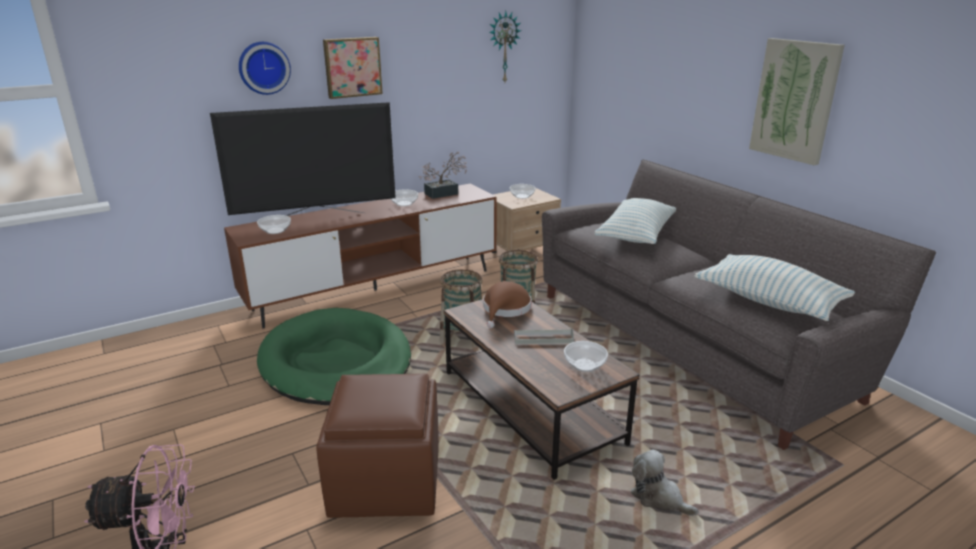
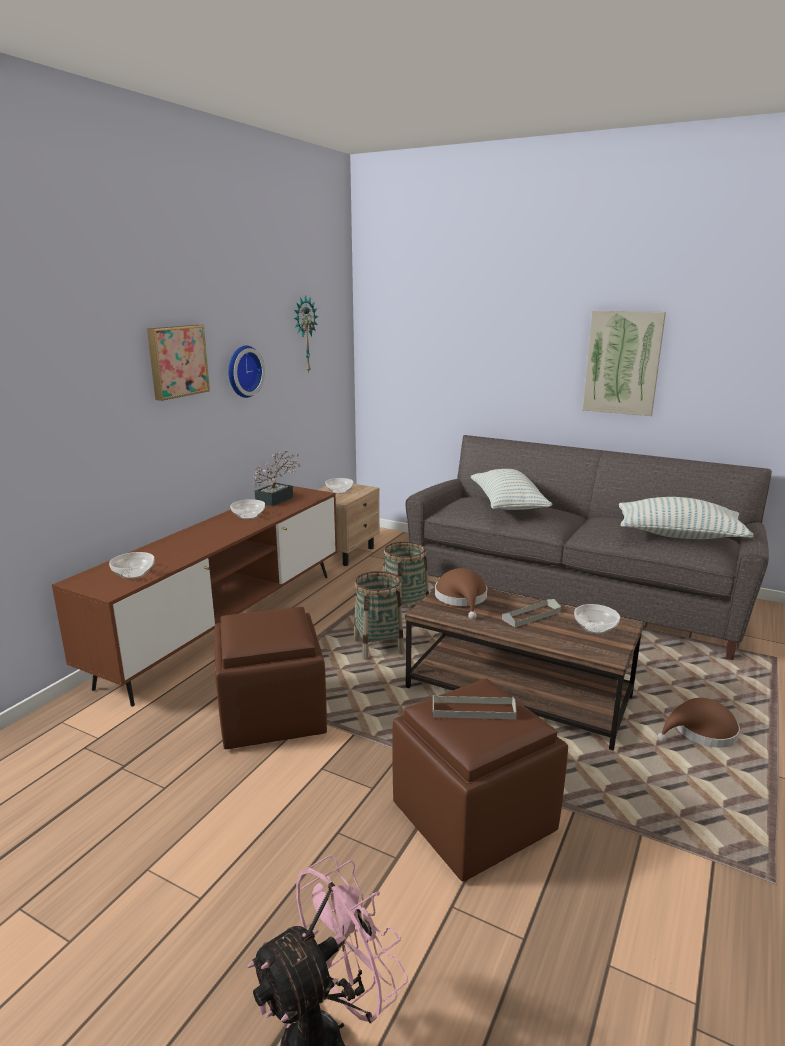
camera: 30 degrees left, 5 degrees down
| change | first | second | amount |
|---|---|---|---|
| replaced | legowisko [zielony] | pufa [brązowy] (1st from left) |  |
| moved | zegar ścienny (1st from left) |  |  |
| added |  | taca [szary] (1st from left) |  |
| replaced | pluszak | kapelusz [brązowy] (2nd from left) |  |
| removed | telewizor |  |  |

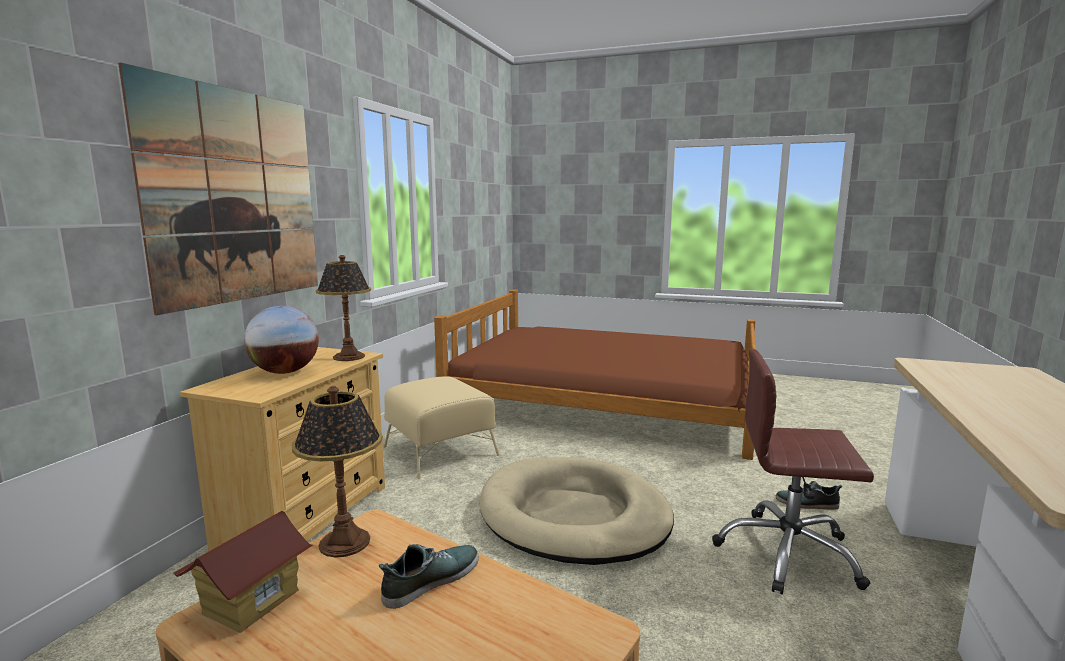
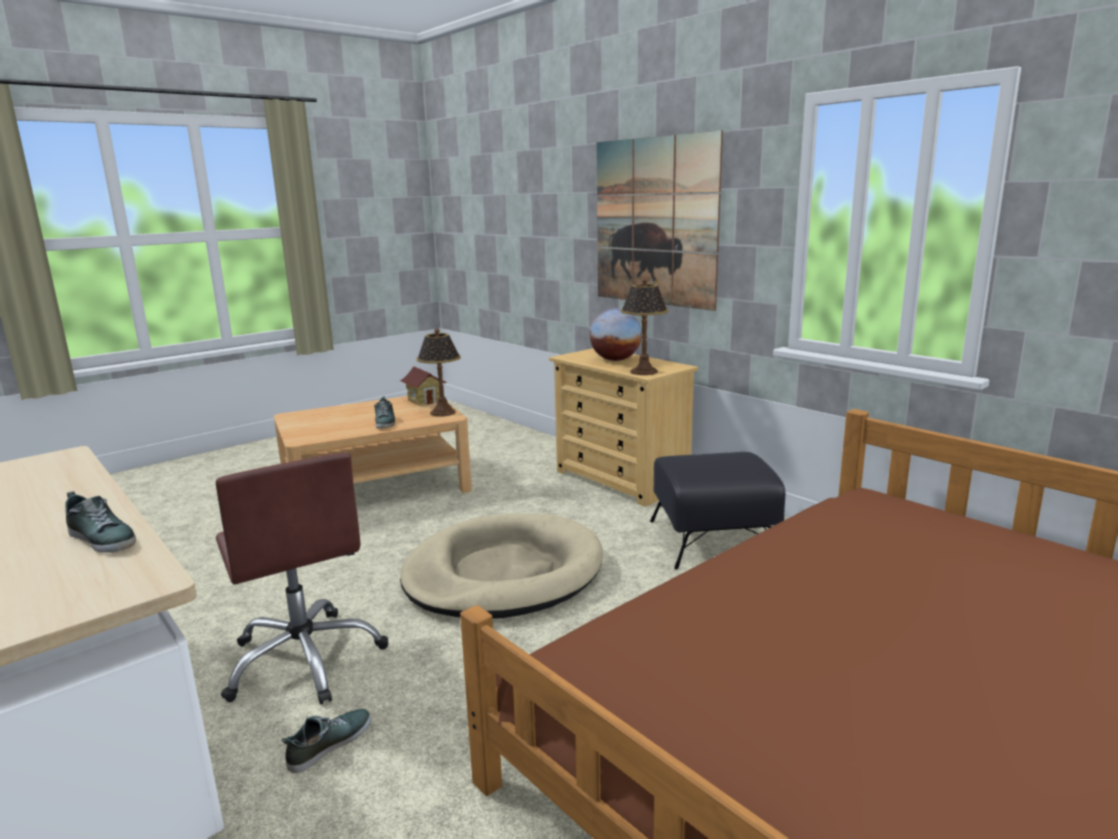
camera: 120 degrees right, 5 degrees up
| change | first | second | amount |
|---|---|---|---|
| added |  | but (1st from left) |  |
| turned | krzesło biurowe [brązowy] |  | 105 degrees clockwise |
| recoloured | pufa [beżowy] | pufa [czarny] |  |

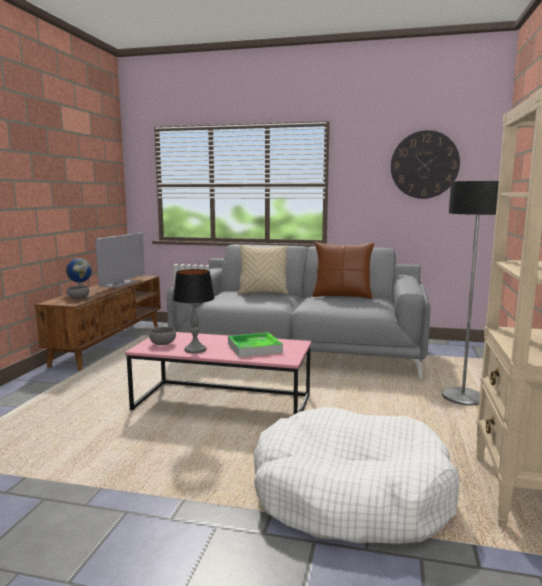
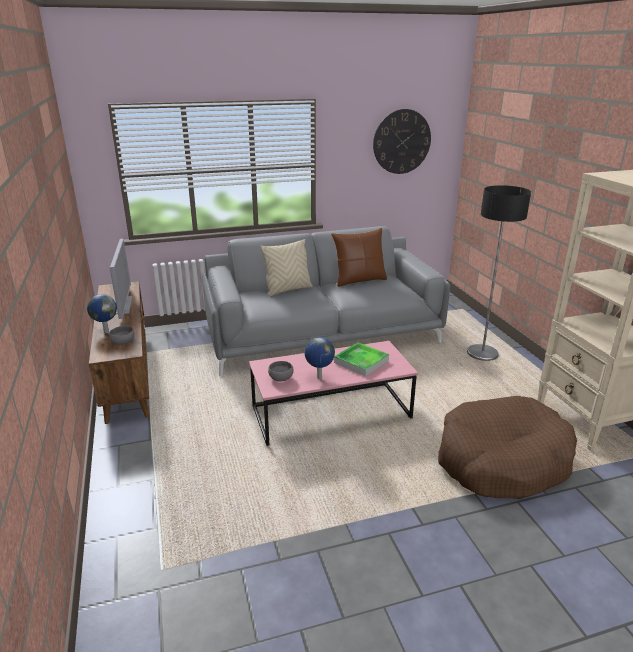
camera: 30 degrees left, 15 degrees up
| change | first | second | amount |
|---|---|---|---|
| replaced | lampa stołowa | globus (2nd from left) |  |
| recoloured | legowisko [biały] | legowisko [brązowy] |  |

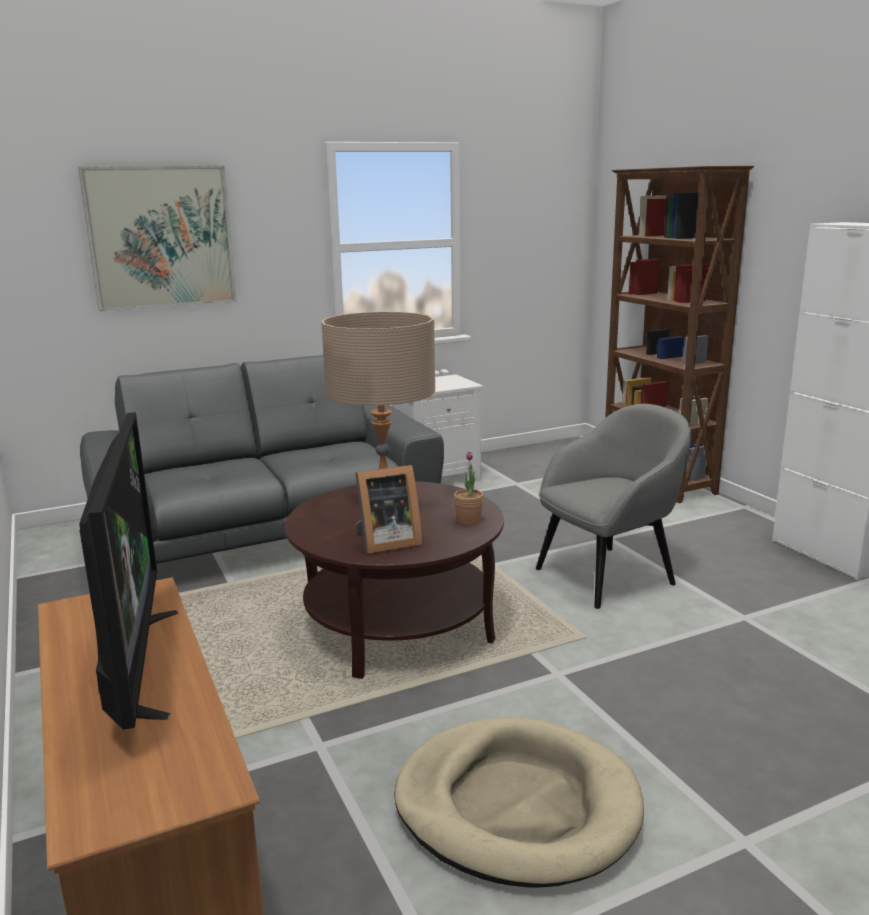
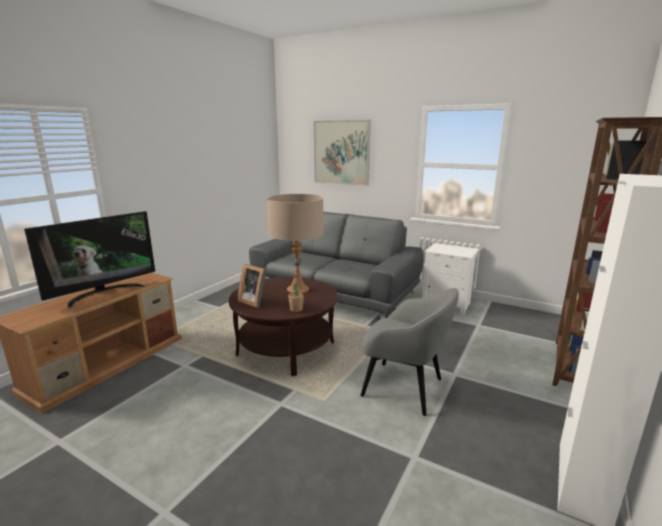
camera: 55 degrees right, 0 degrees up
| change | first | second | amount |
|---|---|---|---|
| removed | legowisko [beżowy] |  |  |

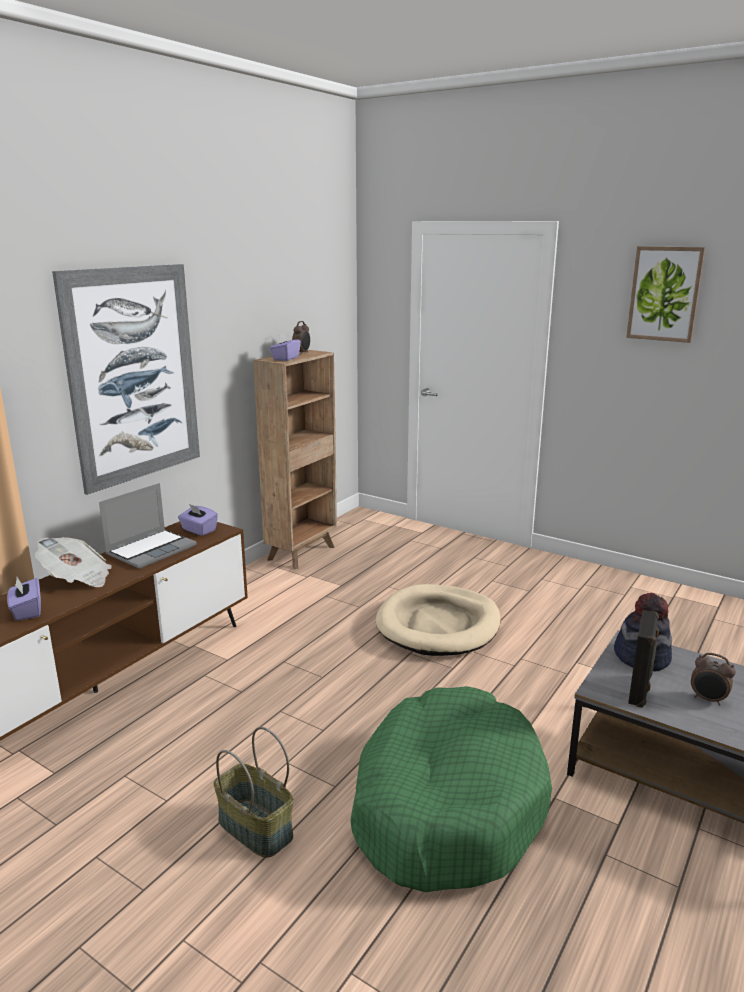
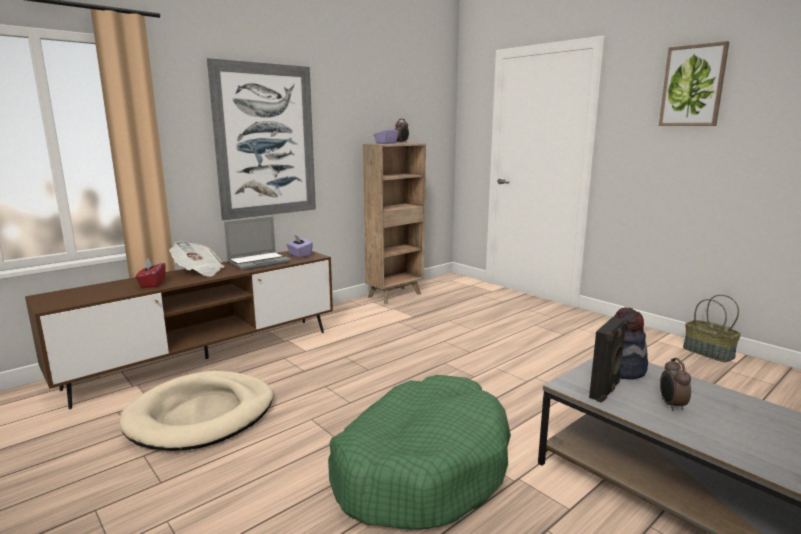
camera: 15 degrees right, 5 degrees down
| change | first | second | amount |
|---|---|---|---|
| moved | legowisko [beżowy] |  |  |
| recoloured | pudełko chusteczek [fioletowy] (1st from left) | pudełko chusteczek [czerwony] |  |
| turned | budzik (2nd from left) |  | 45 degrees clockwise |
| moved | koszyk |  |  |

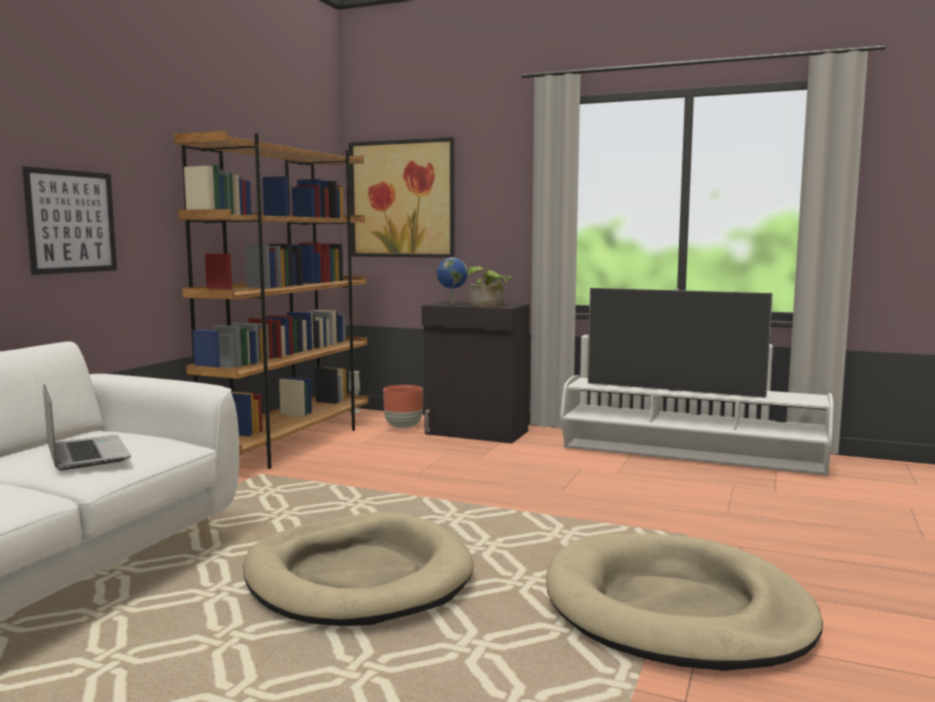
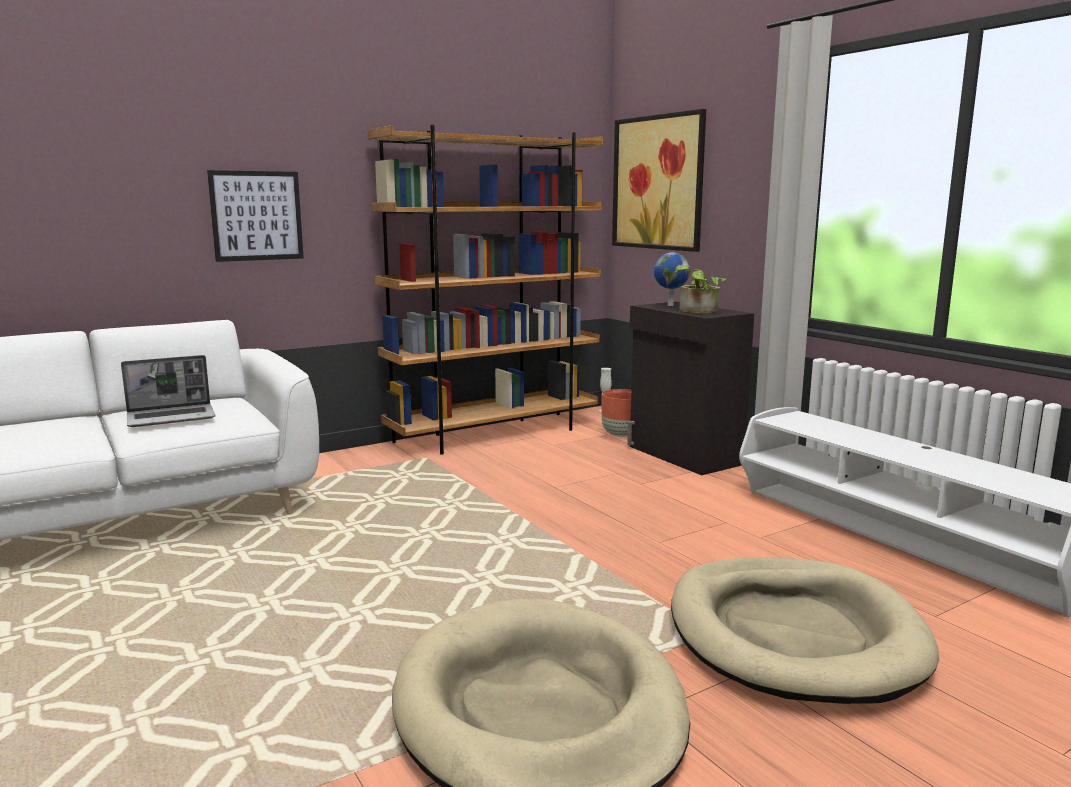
camera: 35 degrees right, 5 degrees up
| change | first | second | amount |
|---|---|---|---|
| turned | laptop |  | 60 degrees clockwise |
| moved | legowisko [beżowy] (1st from left in the first image) | legowisko [beżowy] (2nd from left) |  |
| removed | telewizor |  |  |

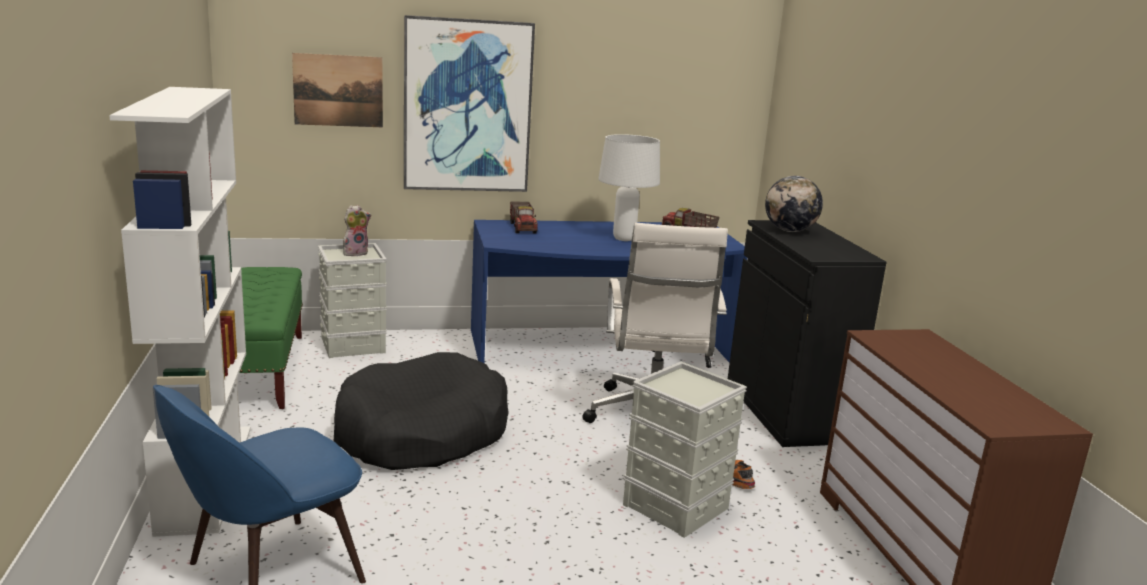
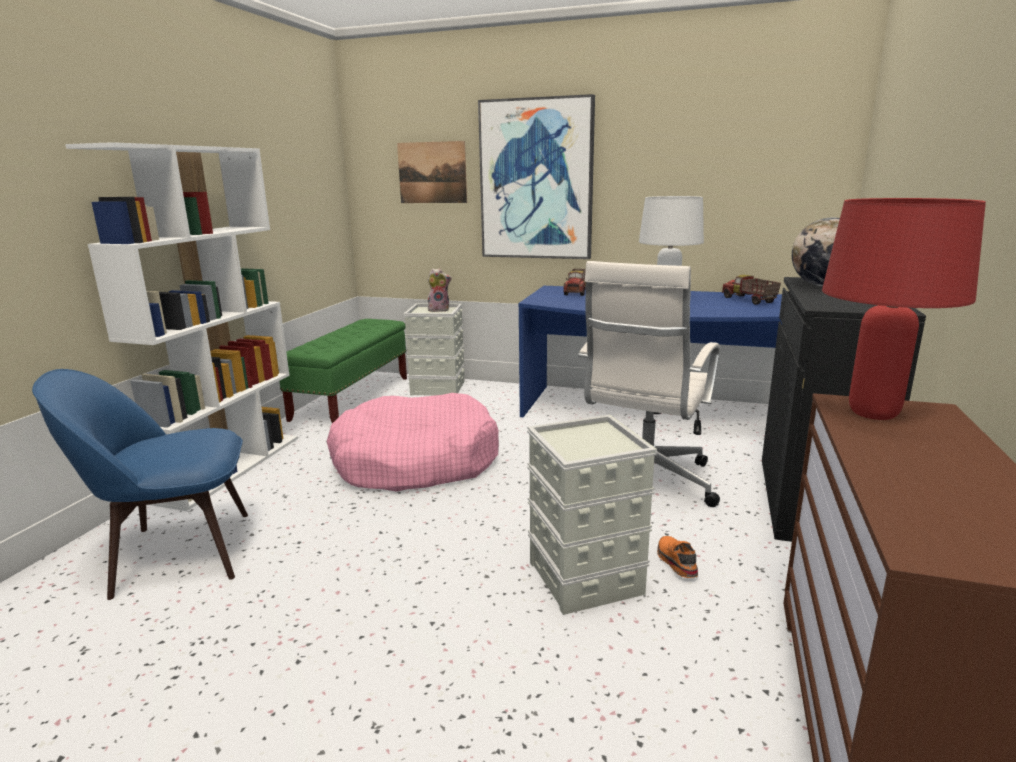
camera: 30 degrees right, 0 degrees up
| change | first | second | amount |
|---|---|---|---|
| recoloured | legowisko [czarny] | legowisko [różowy] |  |
| added |  | lampa stołowa [czerwony] |  |

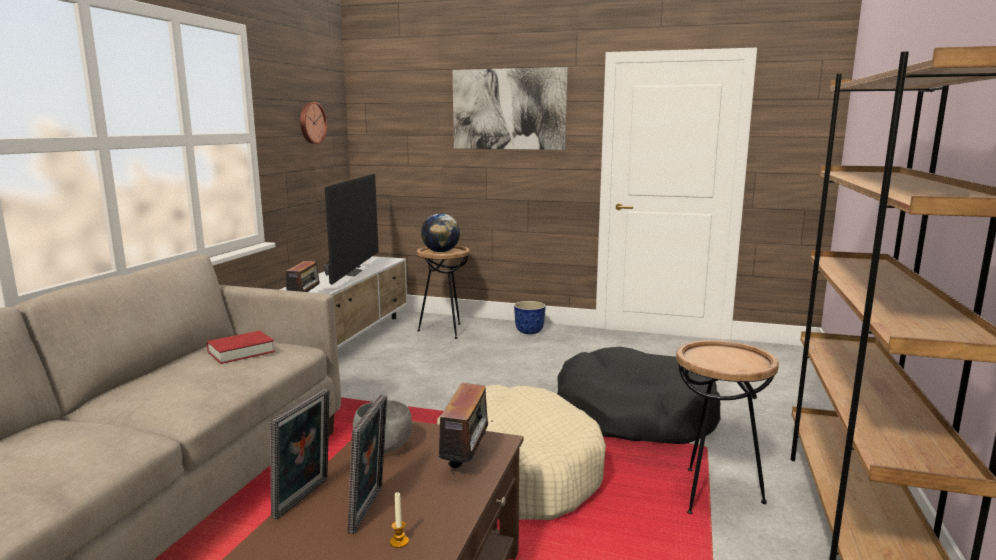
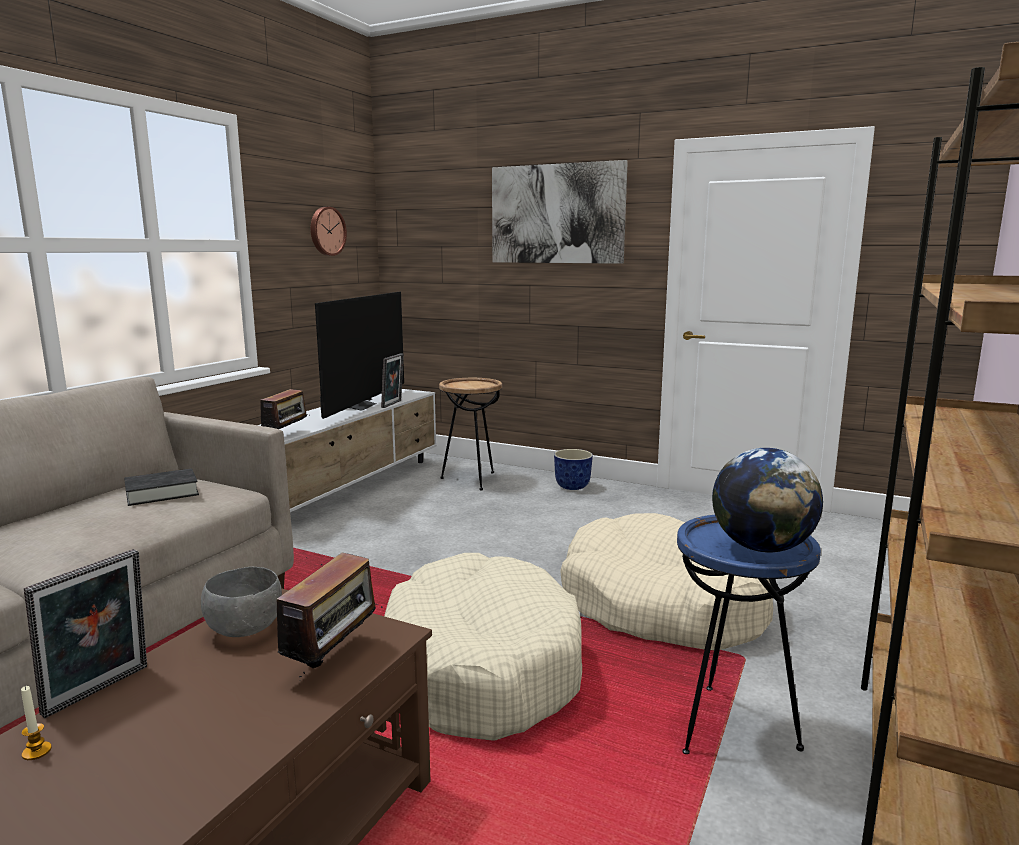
camera: 10 degrees right, 0 degrees up
| change | first | second | amount |
|---|---|---|---|
| moved | świeca |  |  |
| recoloured | książka [czerwony] | książka [czarny] |  |
| moved | ramka na zdjęcie (2nd from left) |  |  |
| recoloured | legowisko [czarny] | legowisko [beżowy] (2nd from left) |  |
| recoloured | stolik [brązowy] (2nd from left) | stolik [niebieski] |  |
| moved | globus |  |  |

